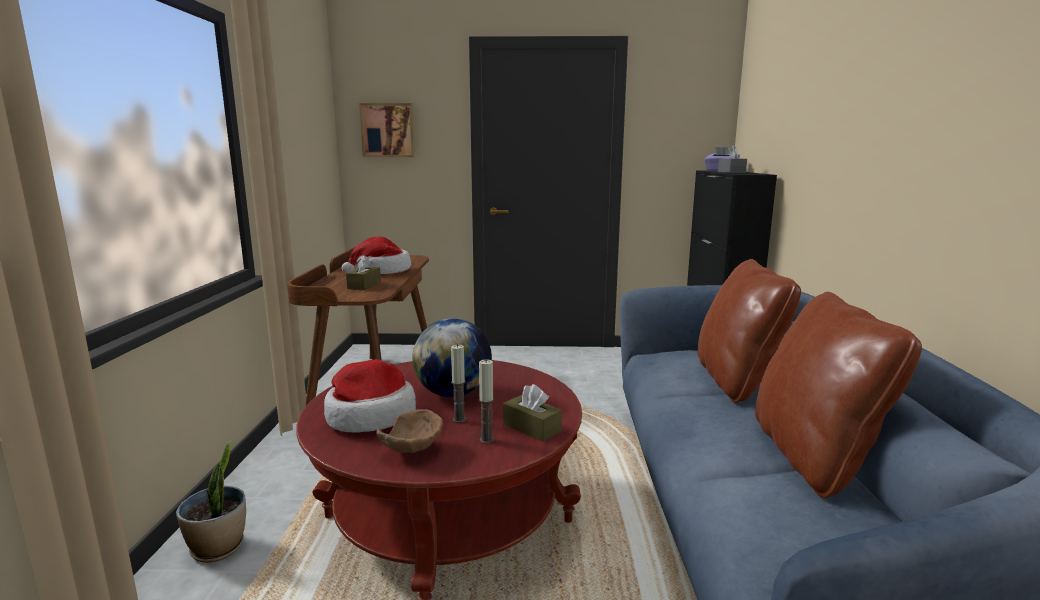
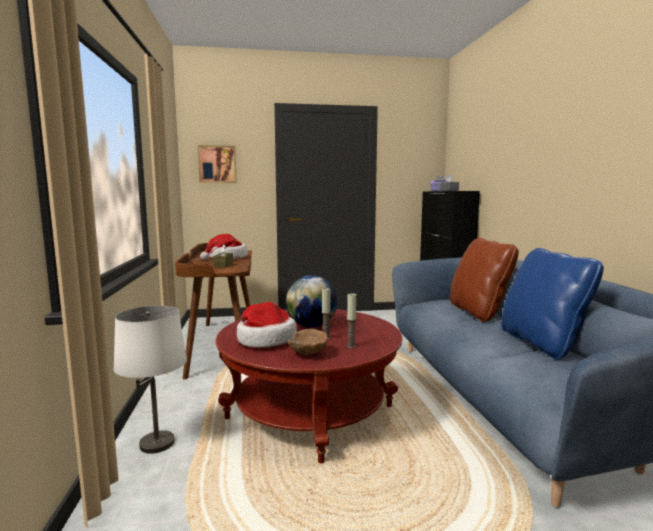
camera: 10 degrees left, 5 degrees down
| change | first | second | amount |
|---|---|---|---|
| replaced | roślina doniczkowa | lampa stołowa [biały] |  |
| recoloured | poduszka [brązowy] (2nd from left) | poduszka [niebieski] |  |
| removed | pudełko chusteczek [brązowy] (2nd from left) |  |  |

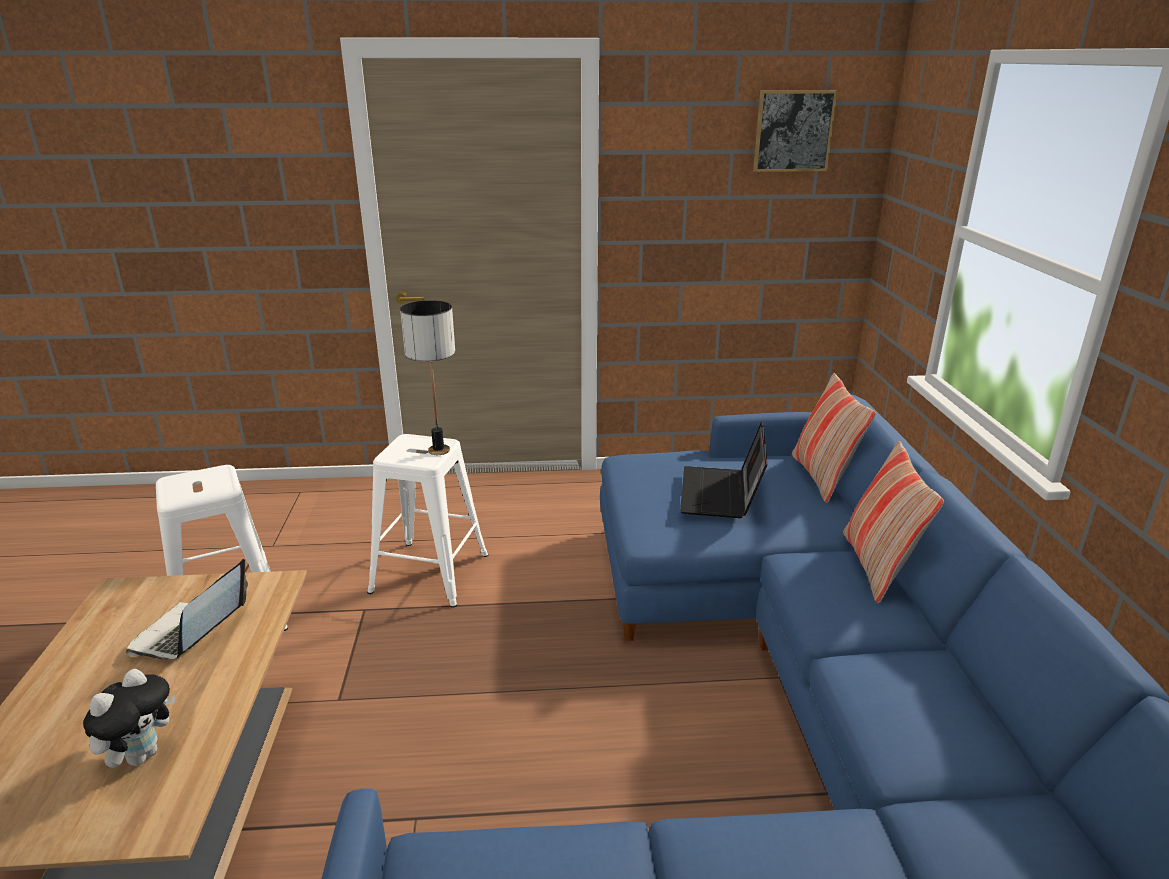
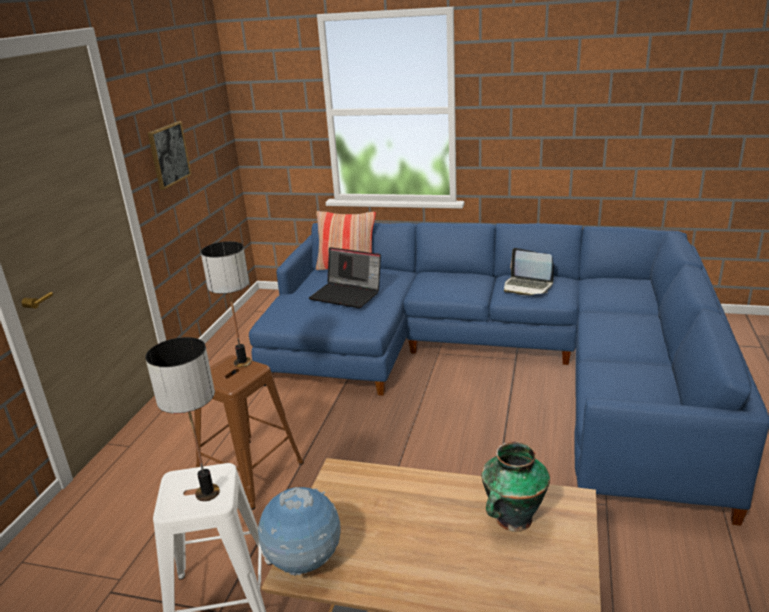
camera: 70 degrees left, 0 degrees up
| change | first | second | amount |
|---|---|---|---|
| added |  | lampa stołowa (1st from left) |  |
| moved | obraz |  |  |
| recoloured | stołek [biały] (2nd from left) | stołek [brązowy] |  |
| added |  | globus |  |
| replaced | pluszak | wazon |  |
| moved | laptop (1st from left in the first image) | laptop (2nd from left) |  |
| removed | poduszka (2nd from left) |  |  |

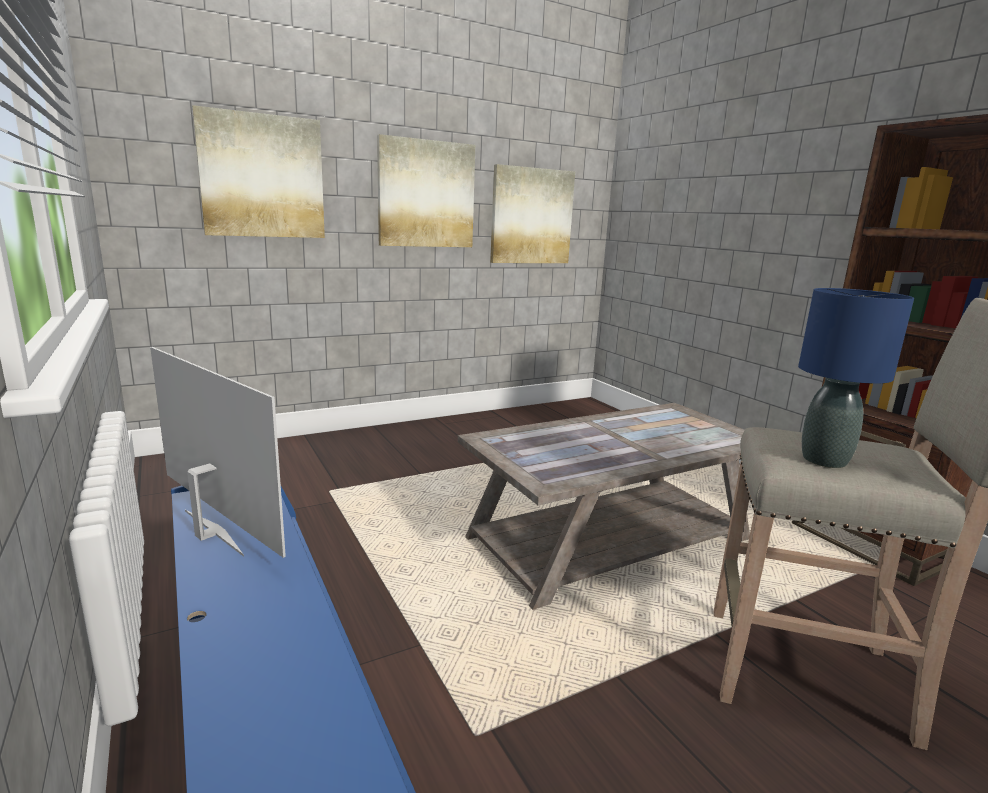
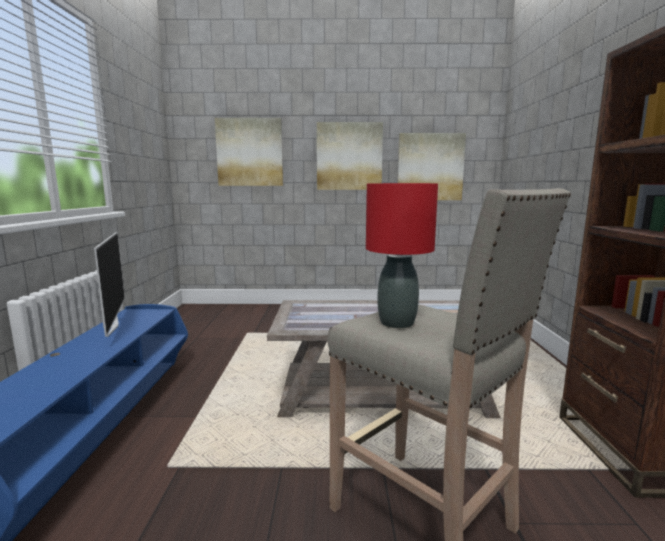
camera: 30 degrees right, 5 degrees down
| change | first | second | amount |
|---|---|---|---|
| recoloured | lampa stołowa [niebieski] | lampa stołowa [czerwony] |  |

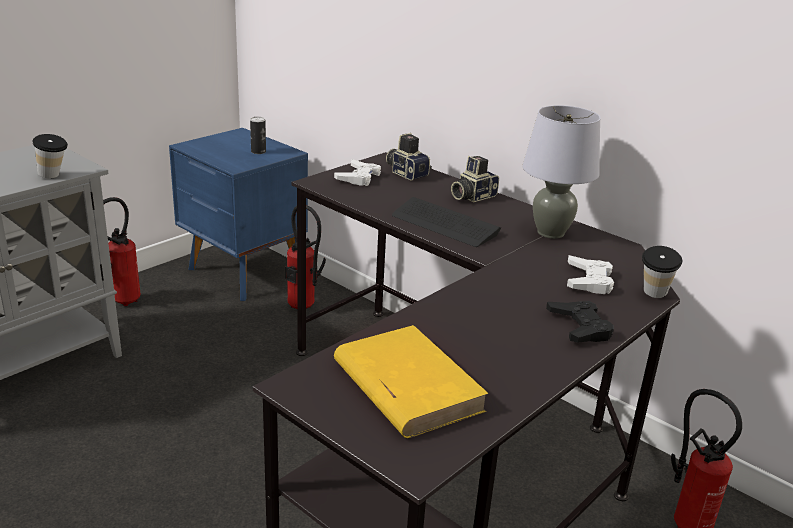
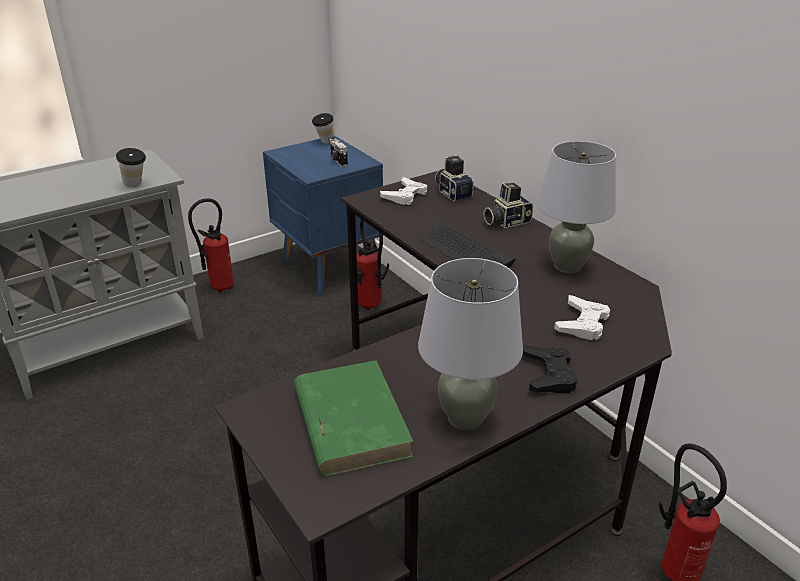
camera: 15 degrees right, 5 degrees up
| change | first | second | amount |
|---|---|---|---|
| recoloured | książka [żółty] | książka [zielony] |  |
| moved | filiżanka (2nd from left) |  |  |
| replaced | puszka | aparat fotograficzny (1st from left) |  |
| added |  | lampa stołowa [szary] (1st from left) |  |

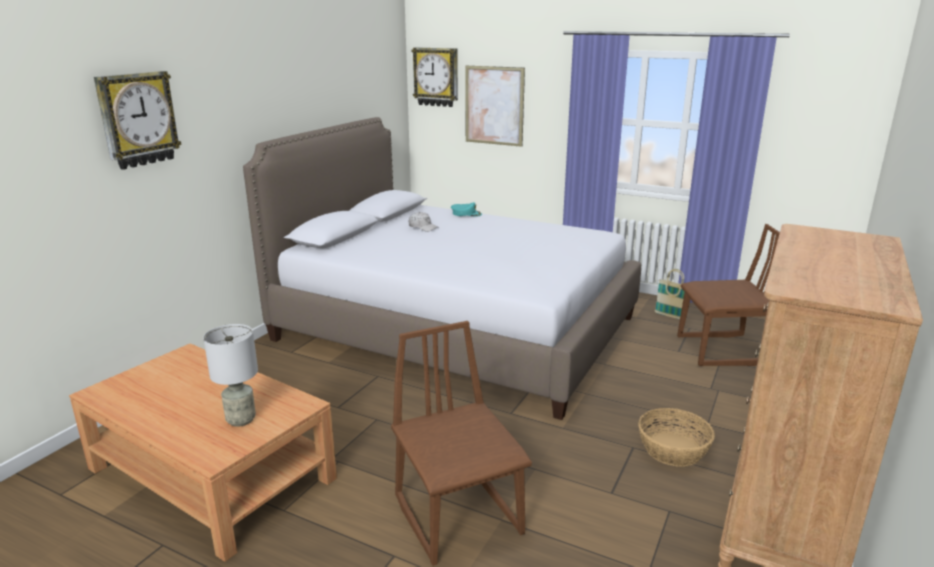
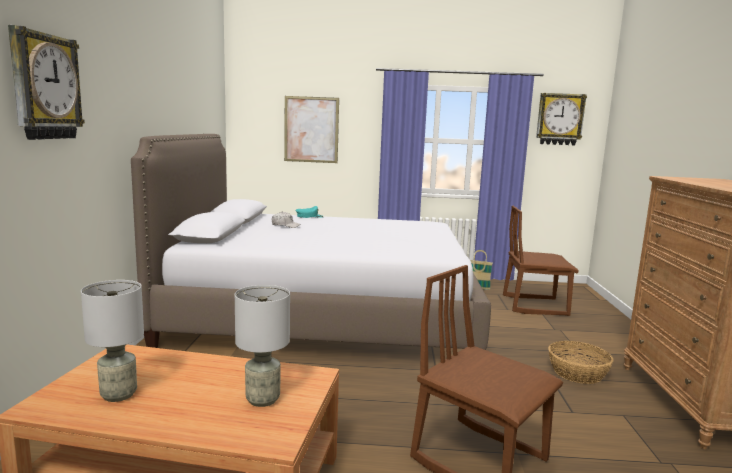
camera: 25 degrees left, 10 degrees down
| change | first | second | amount |
|---|---|---|---|
| added |  | lampa stołowa [szary] (1st from left) |  |
| turned | krzesło [brązowy] (2nd from left) |  | 150 degrees counterclockwise |
| moved | zegar ścienny (2nd from left) |  |  |

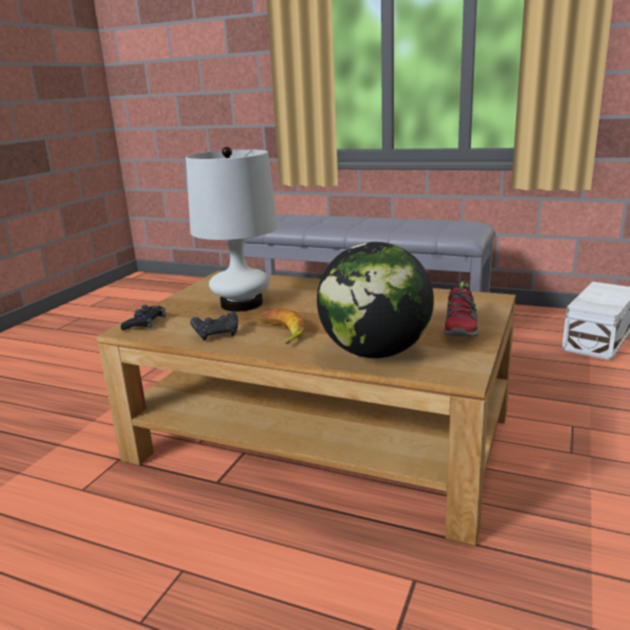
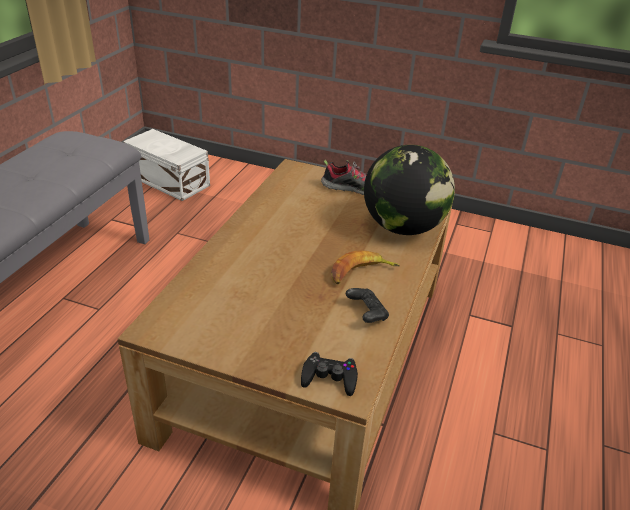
camera: 95 degrees left, 15 degrees up
| change | first | second | amount |
|---|---|---|---|
| removed | lampa stołowa [biały] |  |  |

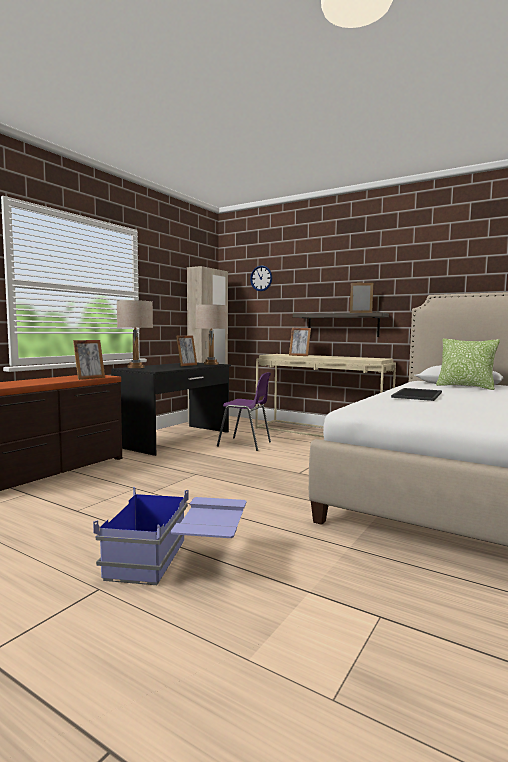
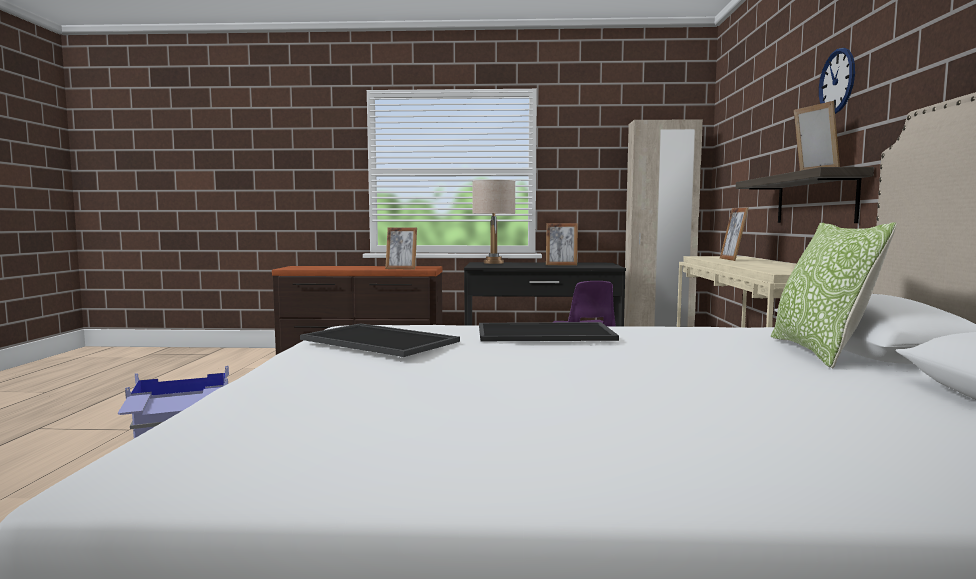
camera: 60 degrees right, 0 degrees up
| change | first | second | amount |
|---|---|---|---|
| added |  | taca (1st from left) |  |
| moved | zegar ścienny |  |  |
| removed | lampa stołowa [beżowy] (2nd from left) |  |  |

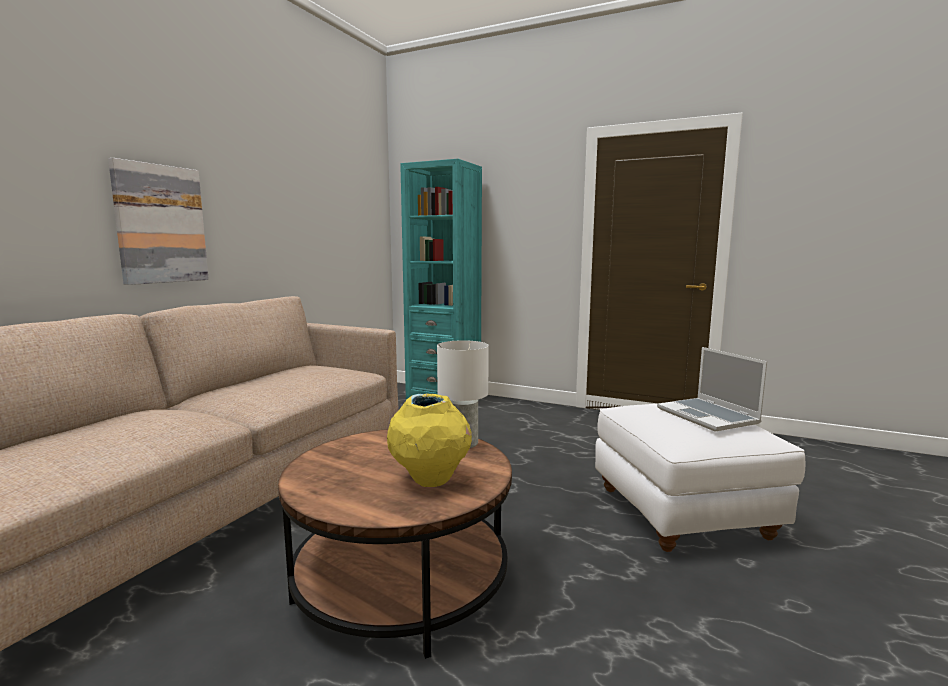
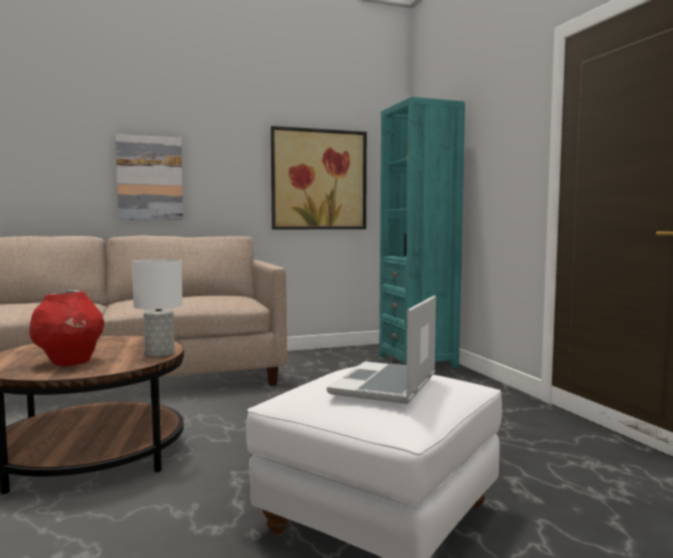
camera: 45 degrees right, 5 degrees down
| change | first | second | amount |
|---|---|---|---|
| recoloured | wazon [żółty] | wazon [czerwony] |  |
| added |  | obraz (2nd from left) |  |

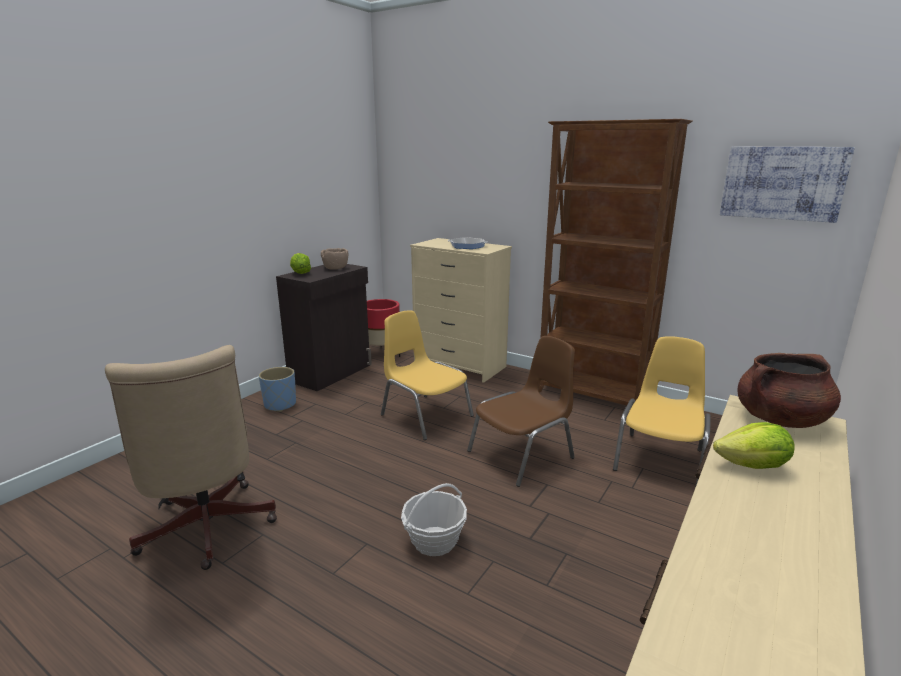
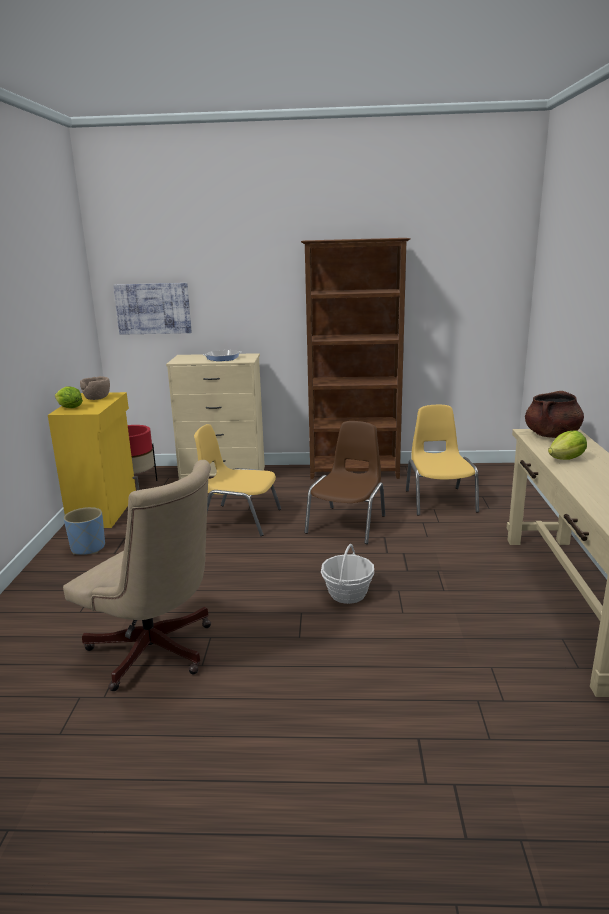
camera: 30 degrees left, 0 degrees up
| change | first | second | amount |
|---|---|---|---|
| recoloured | szafka [czarny] | szafka [żółty] |  |
| moved | obraz |  |  |

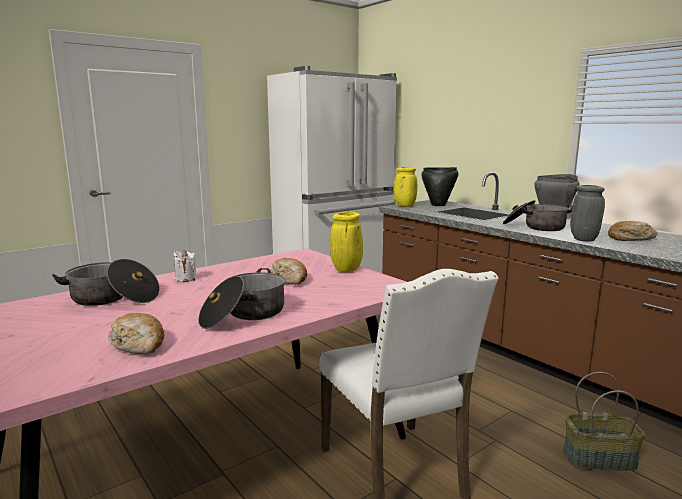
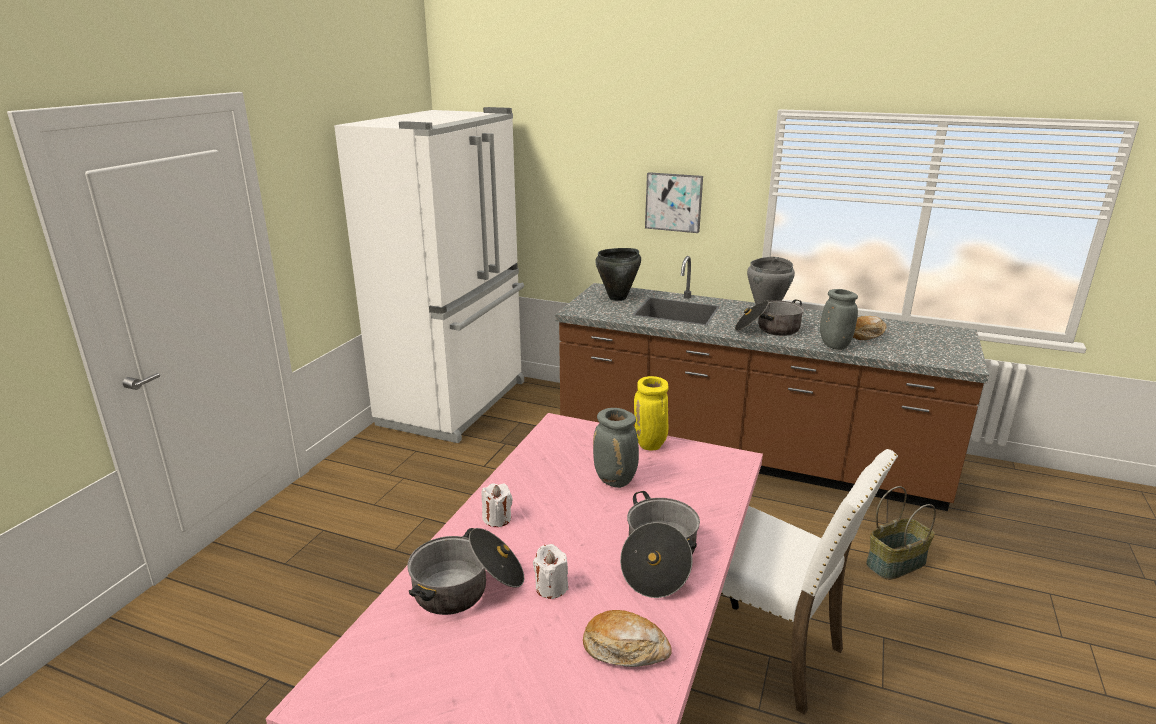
camera: 30 degrees left, 10 degrees up
| change | first | second | amount |
|---|---|---|---|
| added |  | świeca [biały] (2nd from left) |  |
| replaced | chleb (2nd from left) | wazon [szary] (1st from left) |  |
| added |  | obraz |  |
| removed | wazon [żółty] (2nd from left) |  |  |

